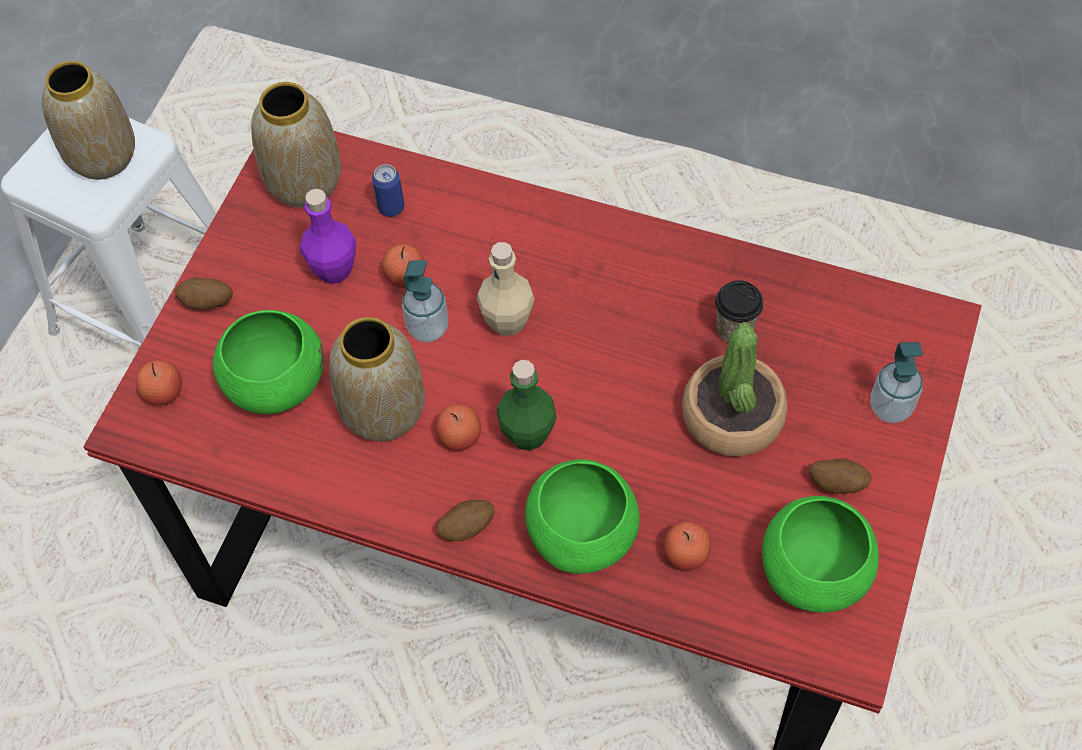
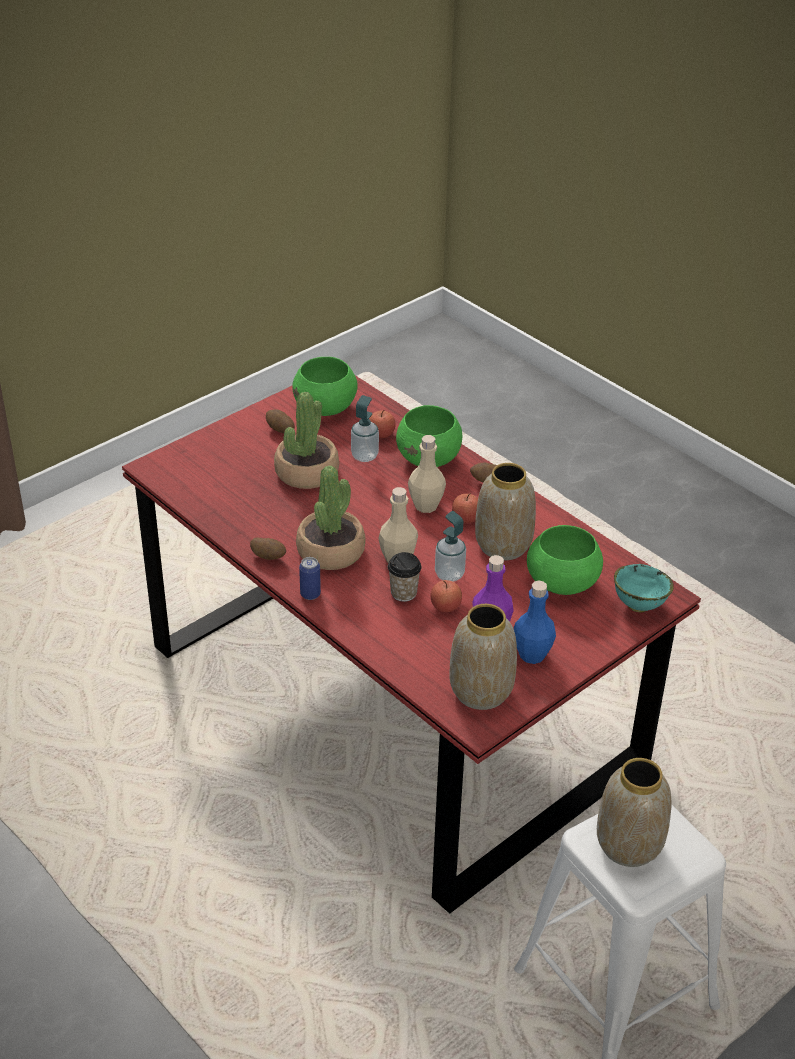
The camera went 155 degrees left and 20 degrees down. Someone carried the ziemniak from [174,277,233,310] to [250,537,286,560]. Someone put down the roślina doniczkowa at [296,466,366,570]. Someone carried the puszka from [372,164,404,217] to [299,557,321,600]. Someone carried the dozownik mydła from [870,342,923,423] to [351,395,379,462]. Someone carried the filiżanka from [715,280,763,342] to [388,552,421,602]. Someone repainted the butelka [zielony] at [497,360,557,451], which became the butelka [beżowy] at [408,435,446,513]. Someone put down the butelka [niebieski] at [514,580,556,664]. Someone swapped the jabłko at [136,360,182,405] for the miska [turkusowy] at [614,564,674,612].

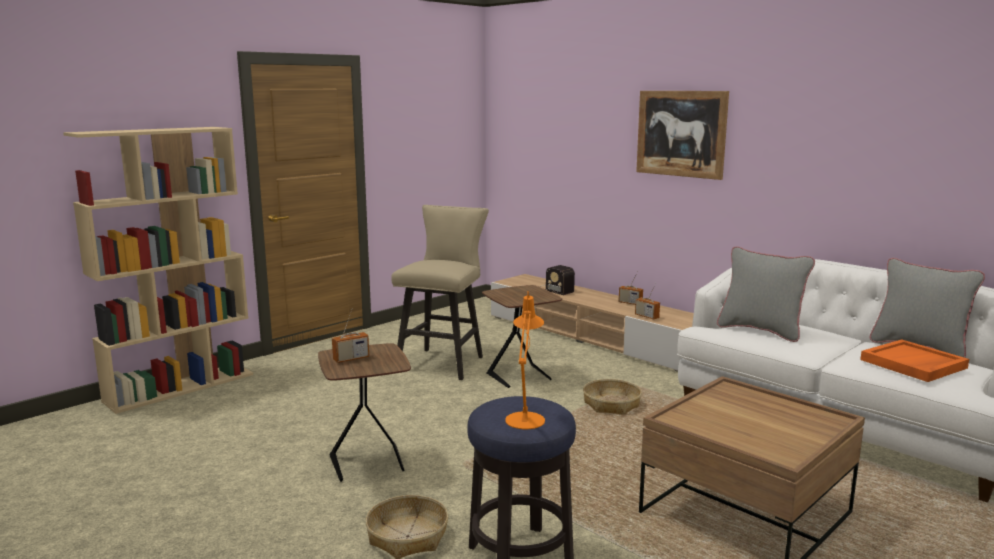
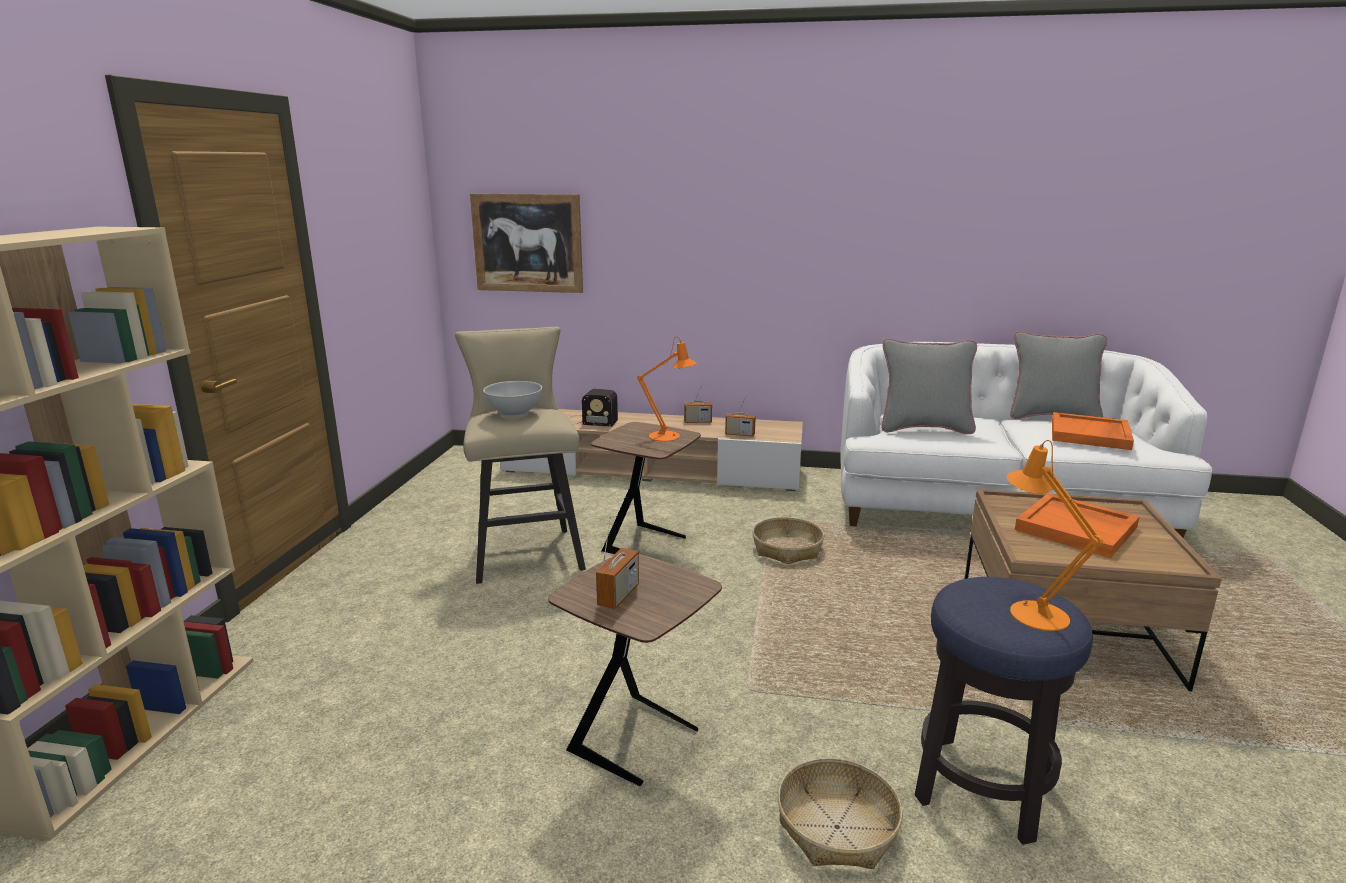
The camera went 35 degrees left and 5 degrees up. Someone carried the obraz from [636,91,729,180] to [470,193,583,293]. Someone put down the miska [biały] at [483,381,542,417]. Someone put down the lampa stołowa [pomarańczowy] at [637,336,697,442]. Someone put down the taca [pomarańczowy] at [1015,493,1139,558].

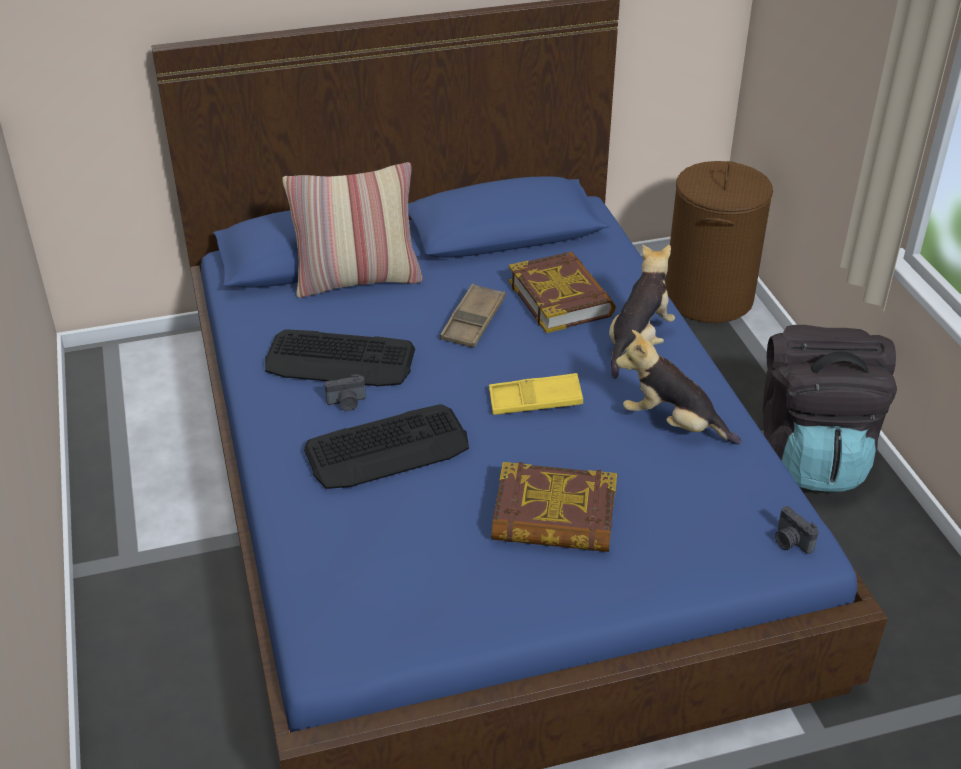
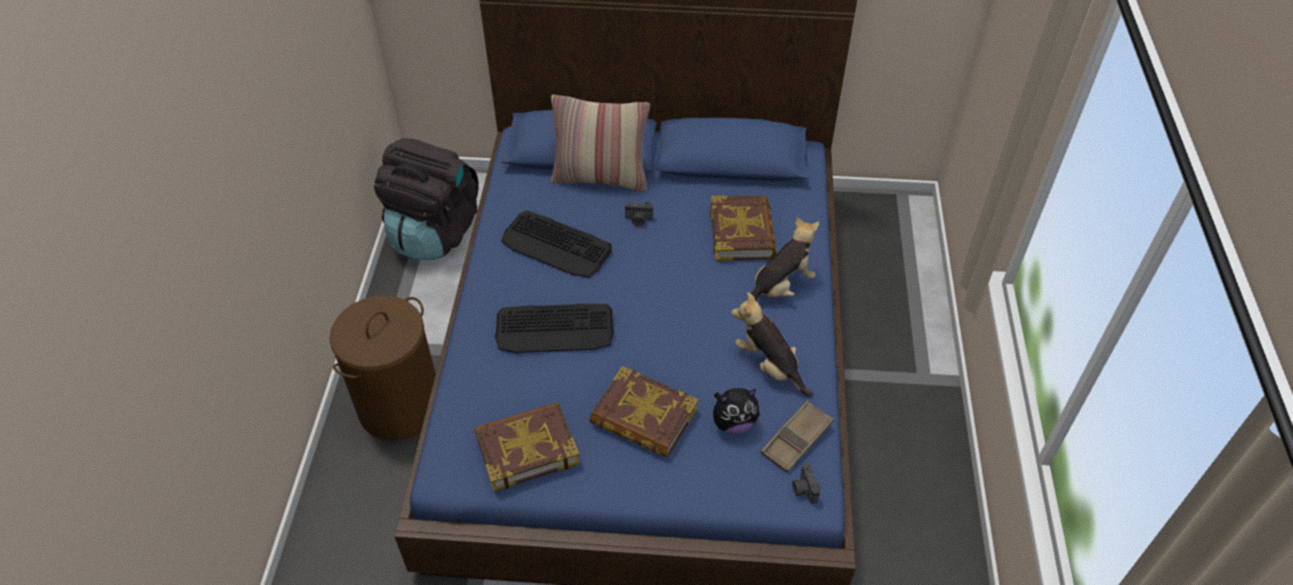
The camera went 20 degrees right and 10 degrees up. Someone carried the kosz na pranie [brązowy] from [665,161,773,323] to [330,295,436,441]. Someone carried the plecak [czarny] from [763,325,897,492] to [374,138,478,260]. Someone put down the książka at [474,402,580,491]. Someone carried the aparat fotograficzny from [325,374,366,411] to [625,202,653,226]. Someone put down the pluszak at [713,388,759,434]. Someone carried the taca [brązowy] from [440,284,505,348] to [761,400,834,473]. Someone took away the taca [żółty] at [489,373,583,415].

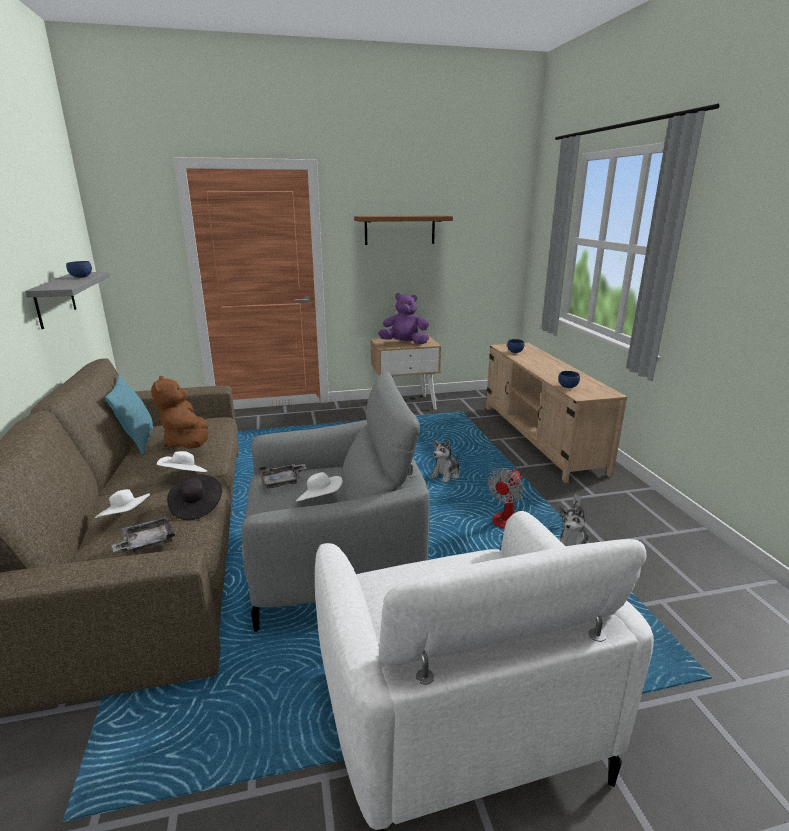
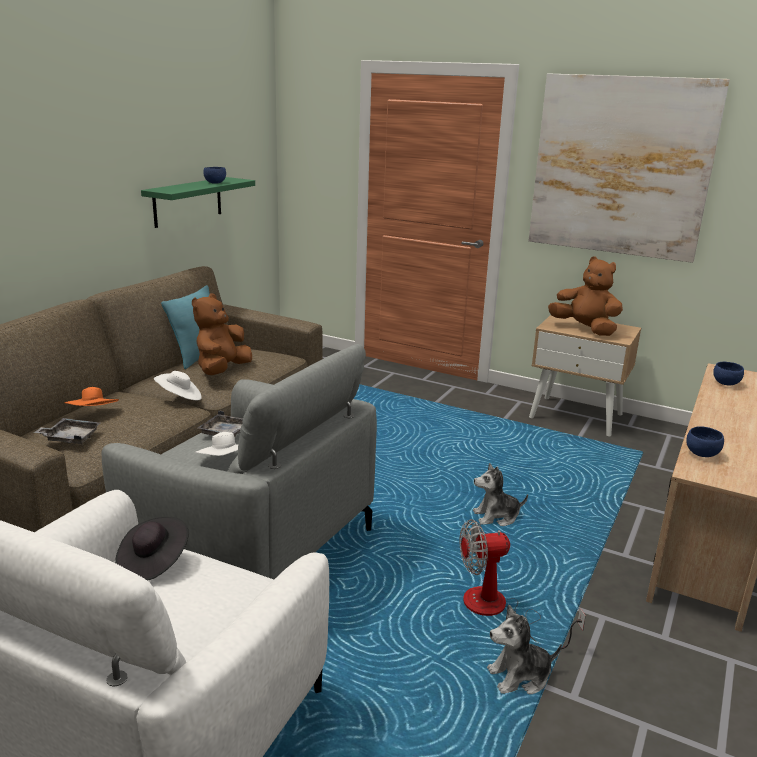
The camera went 40 degrees right and 0 degrees up. Someone repainted the kapelusz [biały] at [95,489,150,518], which became the kapelusz [pomarańczowy] at [64,387,119,406]. Someone carried the kapelusz [czarny] from [167,474,222,520] to [115,517,189,581]. Someone repainted the półka [szary] at [25,272,110,329], which became the półka [zielony] at [141,177,255,228]. Someone swapped the półka [brązowy] at [354,215,453,245] for the obraz at [528,73,730,263]. Someone repainted the pluszak [fioletowy] at [378,293,429,344], which became the pluszak [brązowy] at [548,256,623,336].

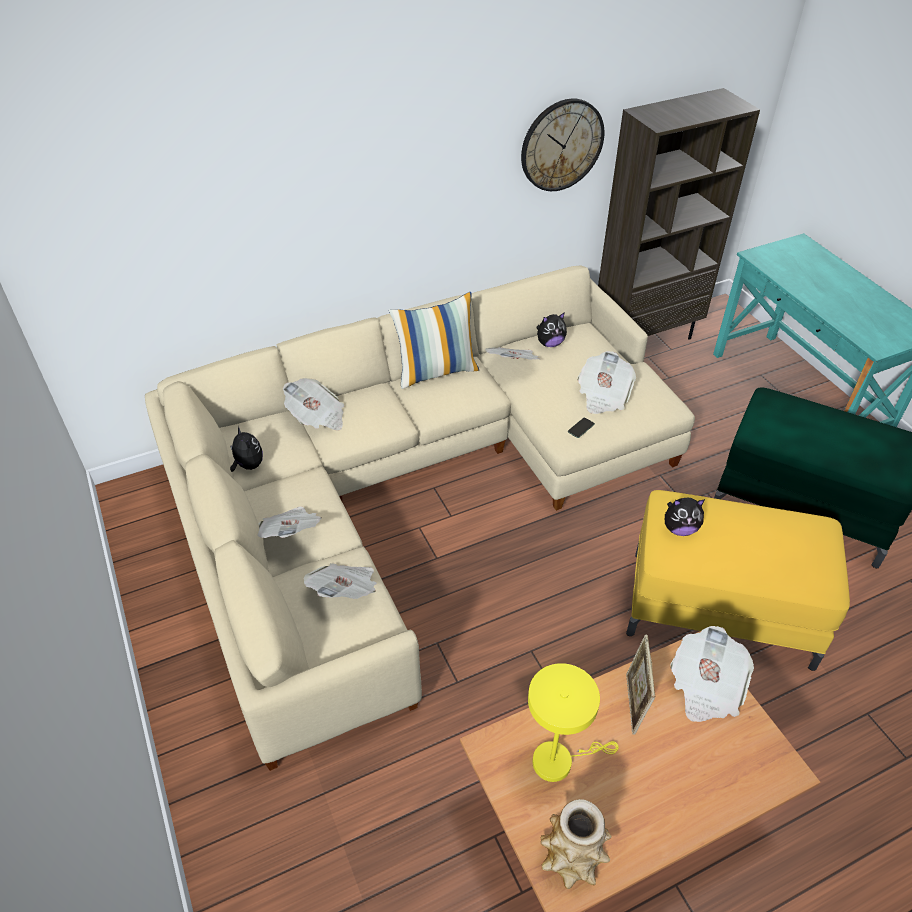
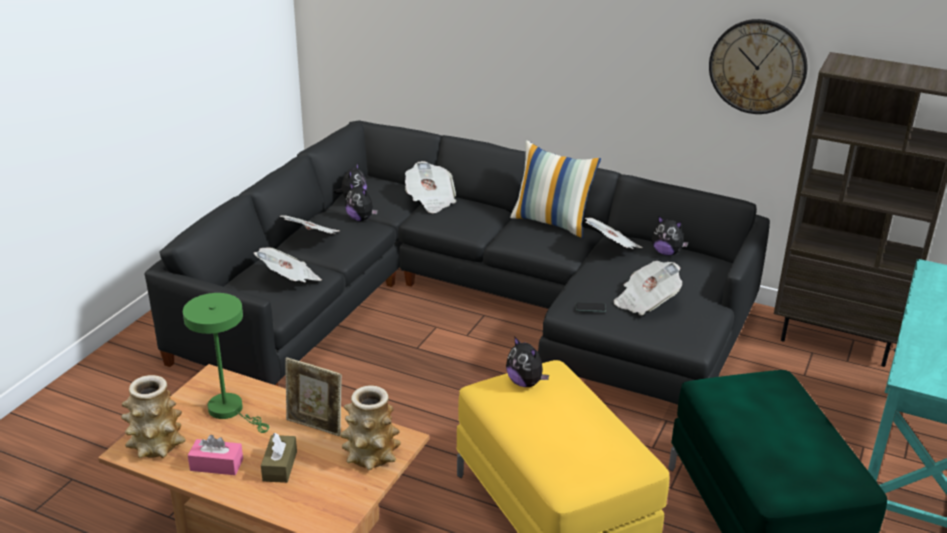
The camera went 50 degrees right and 15 degrees down. Someone repainted the kanapa [beżowy] at [145,266,695,771], which became the kanapa [czarny] at [145,120,770,405]. Someone repainted the lampa stołowa [żółty] at [528,663,619,782], which became the lampa stołowa [zielony] at [183,293,269,433]. Someone put down the pudełko chusteczek [różowy] at [188,435,243,475]. Someone put down the pudełko chusteczek [brązowy] at [261,433,297,483]. Someone rotated the ramka na zdjęcie at [626,635,655,735] by 120 degrees counterclockwise. Someone swapped the gazeta at [670,626,754,722] for the wazon at [340,385,401,470]. Someone put down the pluszak at [345,183,378,221].

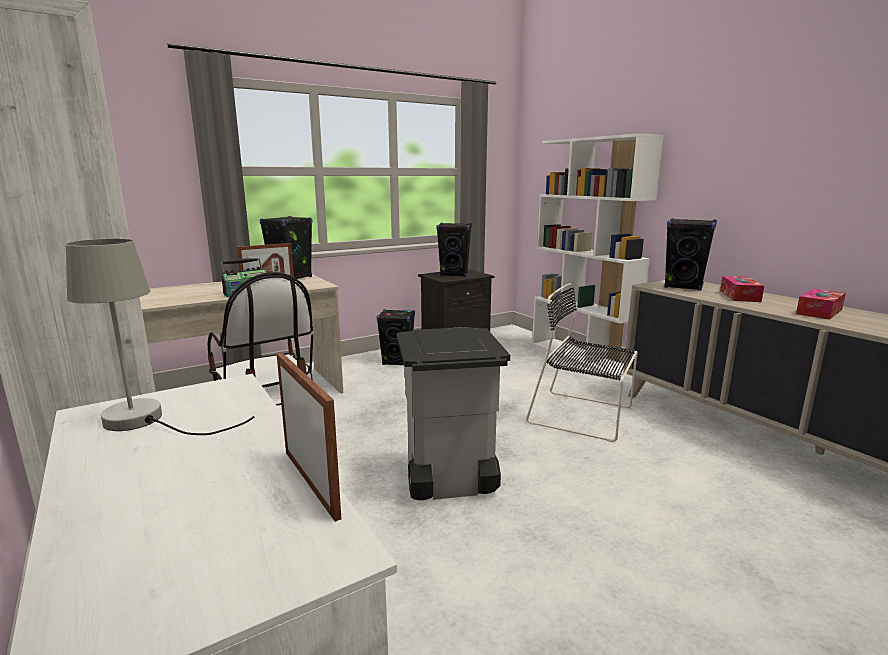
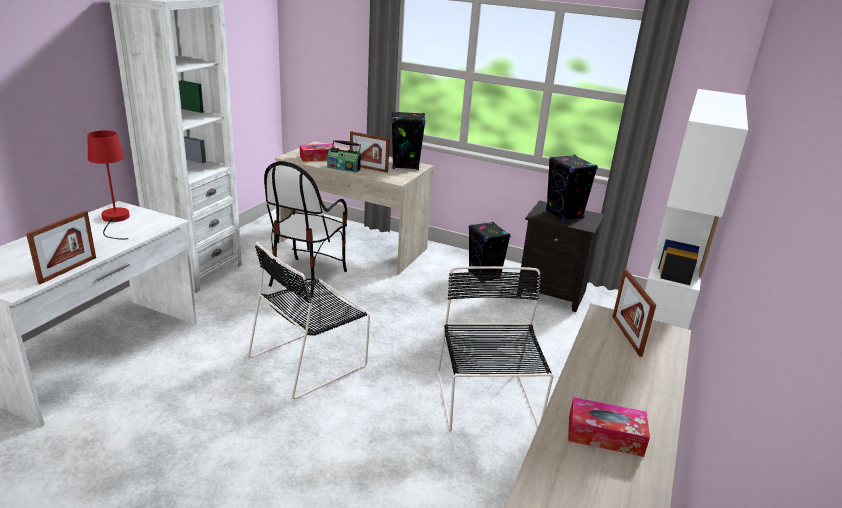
The camera went 55 degrees right and 10 degrees up. Someone repainted the lampa stołowa [szary] at [66,239,255,435], which became the lampa stołowa [czerwony] at [88,130,130,240]. Someone swapped the kosz na śmieci [szary] at [396,327,510,500] for the krzesło [czarny] at [248,242,370,399]. Someone carried the pudełko chusteczek from [720,276,764,302] to [300,144,336,162]. Someone swapped the głośnik [czarny] at [664,218,717,291] for the ramka na zdjęcie at [612,269,656,357].

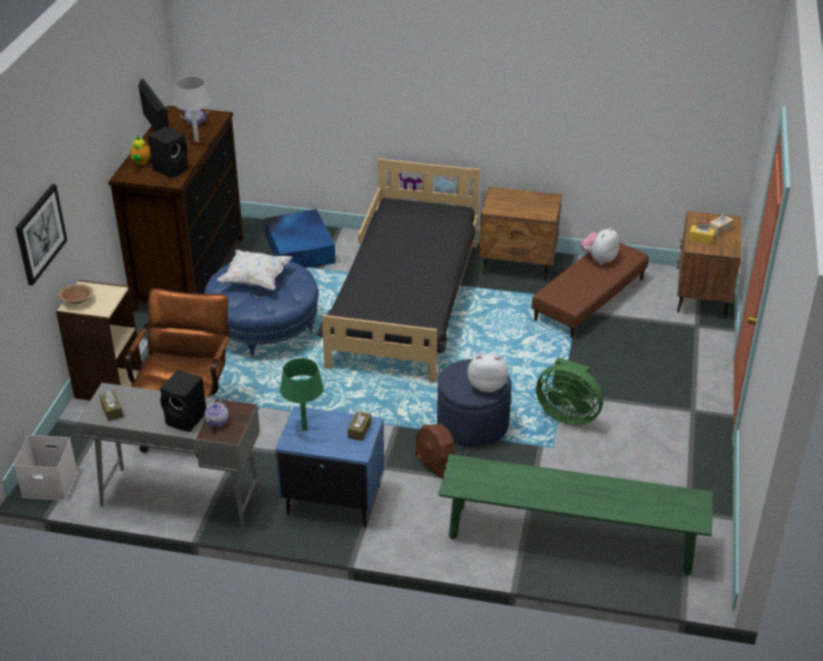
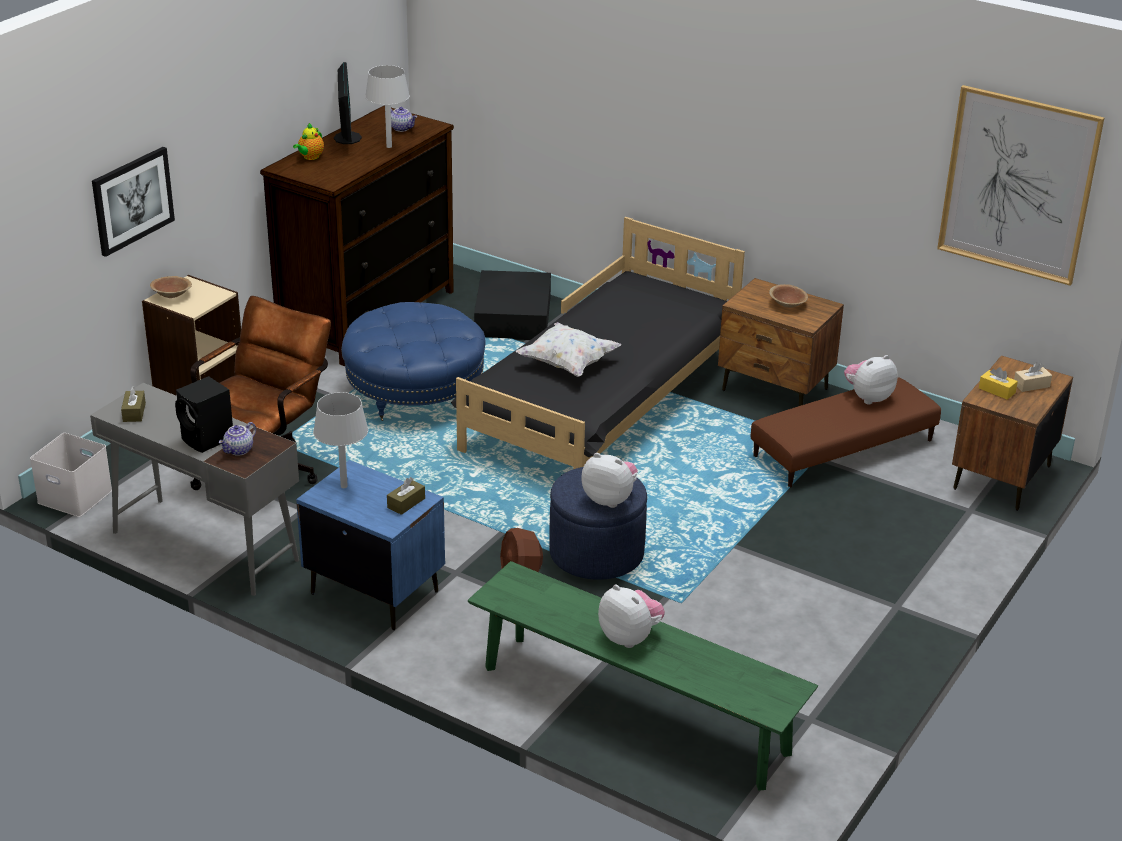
The camera went 20 degrees right and 5 degrees down. Someone repainted the lampa stołowa [zielony] at [280,358,324,431], which became the lampa stołowa [szary] at [313,392,368,488]. Someone repainted the pojemnik do przechowywania [niebieski] at [264,209,336,268], which became the pojemnik do przechowywania [czarny] at [474,270,551,340]. Someone carried the poduszka [biały] from [217,249,292,290] to [516,322,621,377]. Someone put down the pluszak at [598,584,665,648]. Someone put down the miska [brązowy] at [769,284,808,308]. Someone put up the obraz at [937,85,1104,286]. Someone took away the głośnik [czarny] at [148,126,188,178]. Someone took away the wentylator [zielony] at [536,357,603,426].

